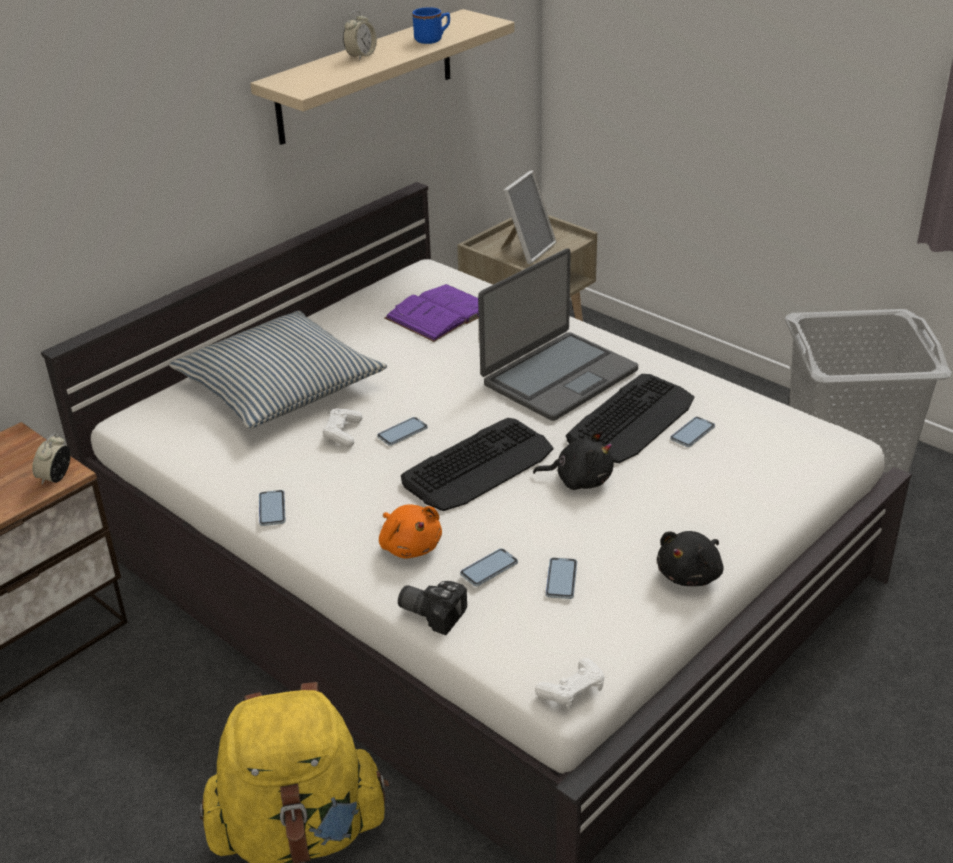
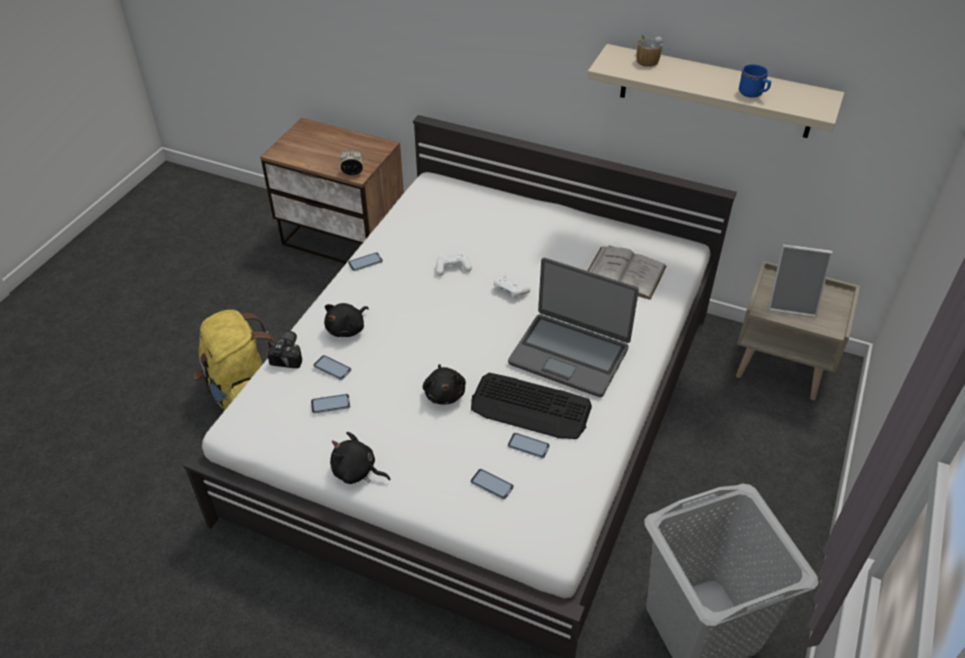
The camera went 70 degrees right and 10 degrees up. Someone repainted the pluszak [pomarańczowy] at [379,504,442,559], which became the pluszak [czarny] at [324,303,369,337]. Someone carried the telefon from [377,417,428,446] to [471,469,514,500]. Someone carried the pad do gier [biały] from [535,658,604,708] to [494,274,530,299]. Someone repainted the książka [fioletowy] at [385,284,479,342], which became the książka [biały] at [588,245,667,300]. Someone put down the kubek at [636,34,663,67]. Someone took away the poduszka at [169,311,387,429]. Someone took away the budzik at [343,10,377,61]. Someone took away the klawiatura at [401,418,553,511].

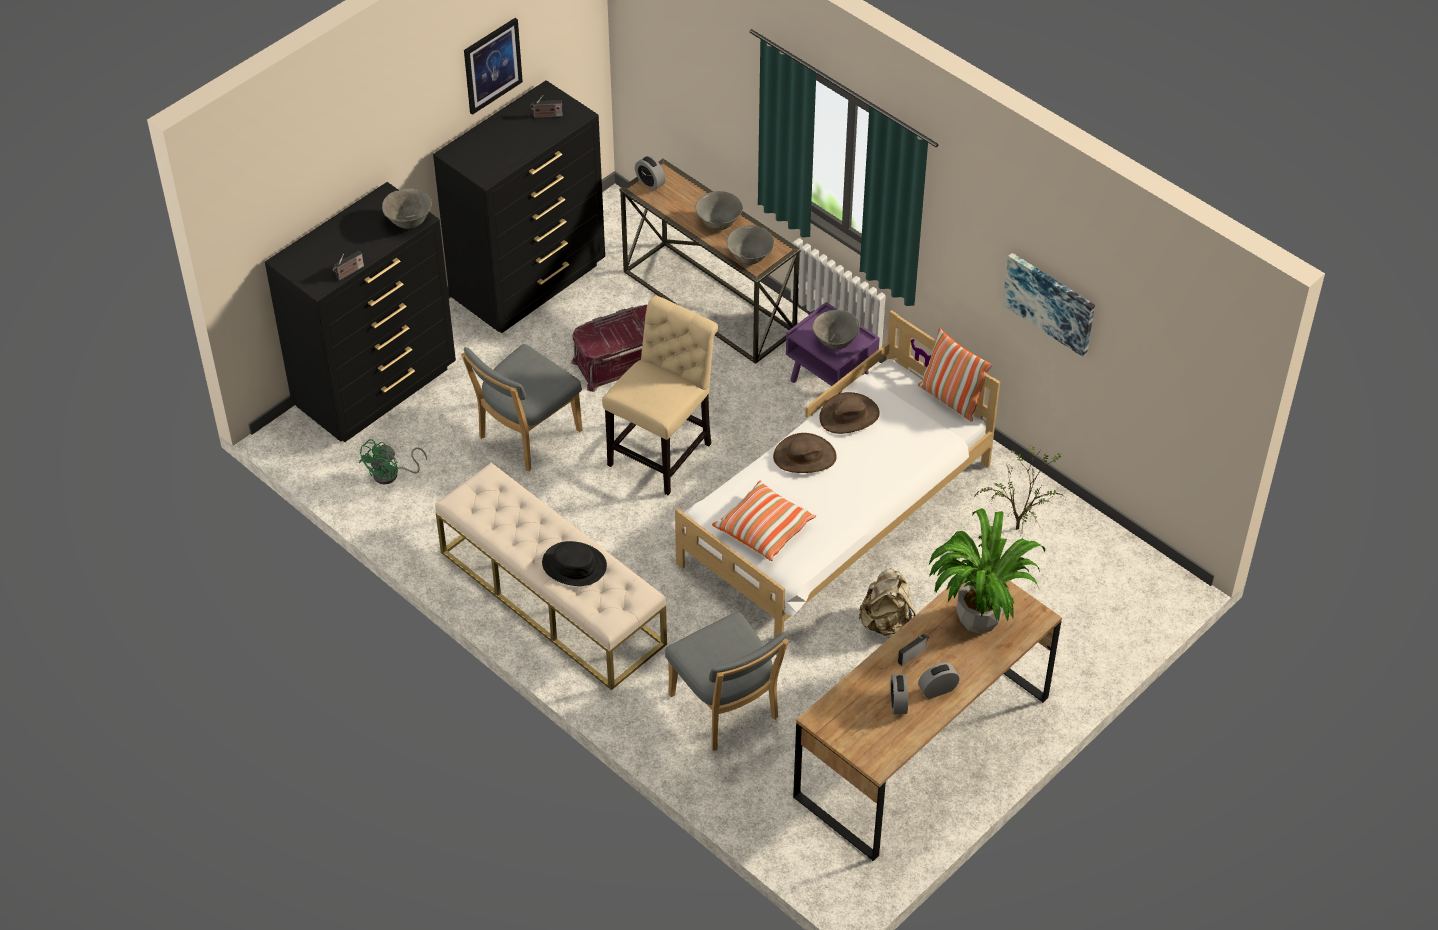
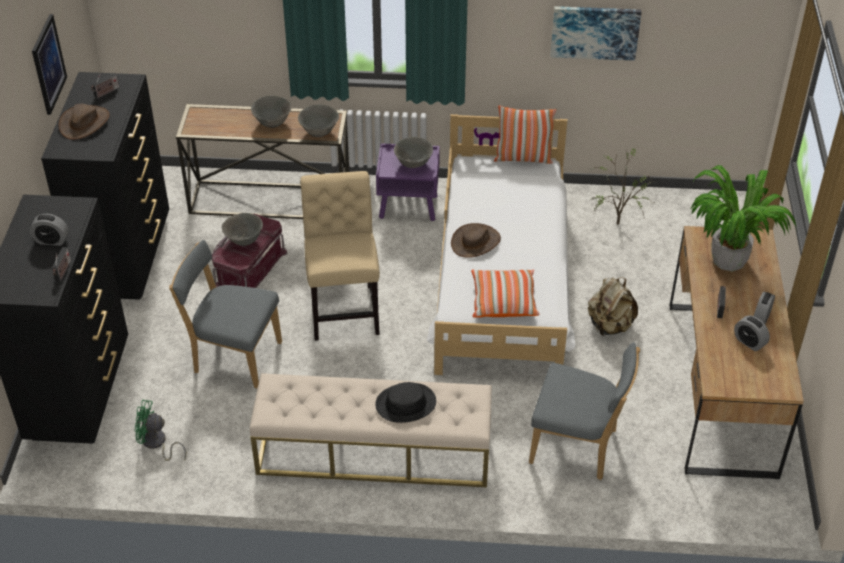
The camera went 40 degrees left and 5 degrees down. Someone carried the budzik from [635,156,666,191] to [30,214,68,246]. Someone carried the kapelusz [brązowy] from [819,392,880,434] to [58,104,110,140]. Someone rotated the wentylator [zielony] at [359,439,427,484] by 105 degrees clockwise. Someone rotated the krzesło [szary] at [461,344,582,472] by 105 degrees clockwise. Someone carried the miska [szary] from [382,189,432,229] to [222,213,263,246].

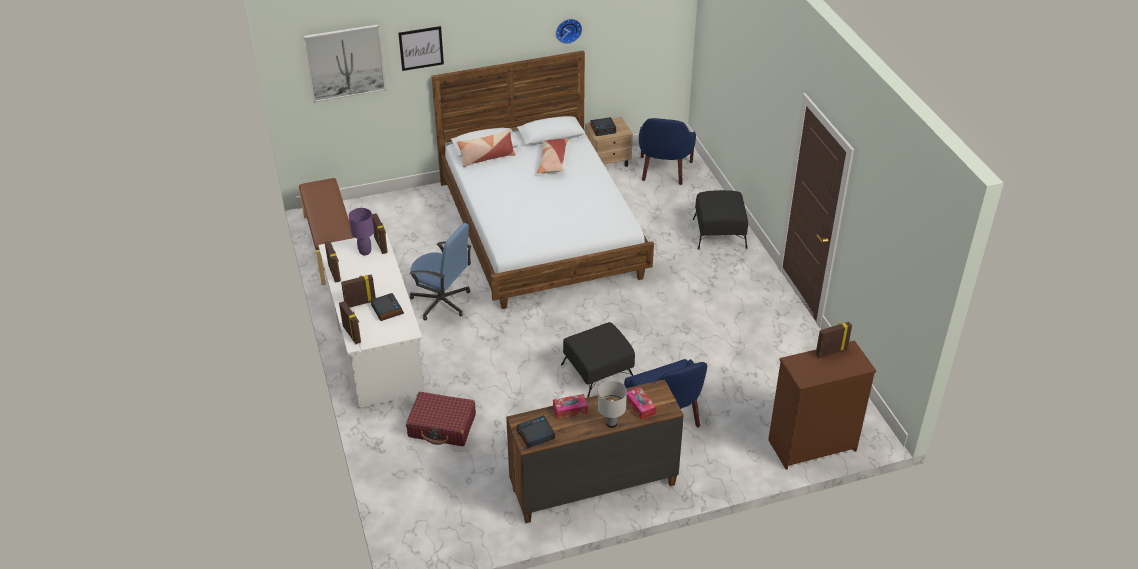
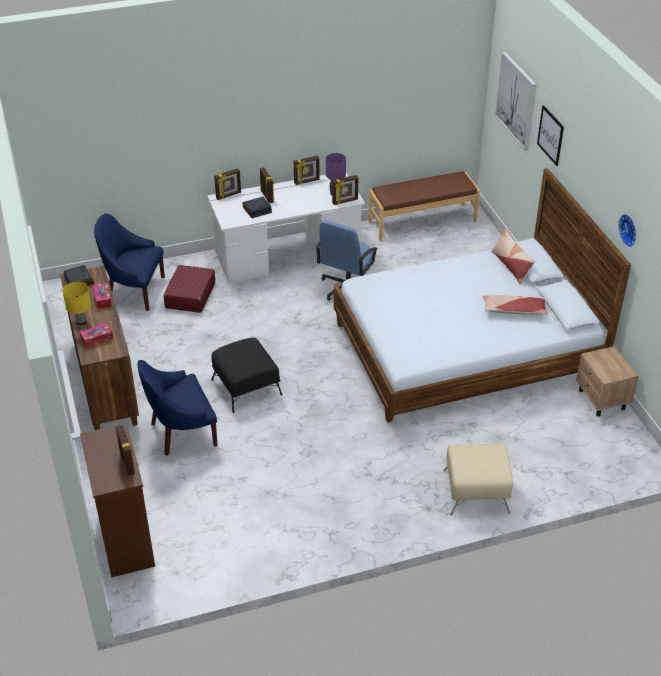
The camera went 90 degrees right and 0 degrees up. Someone repainted the lampa stołowa [biały] at [598,381,627,428], which became the lampa stołowa [żółty] at [62,282,91,325]. Someone carried the fotel [niebieski] from [639,118,696,185] to [94,214,165,311]. Someone repainted the pufa [czarny] at [693,190,748,250], which became the pufa [beżowy] at [444,444,513,515]. Someone took away the budzik at [591,117,616,136].

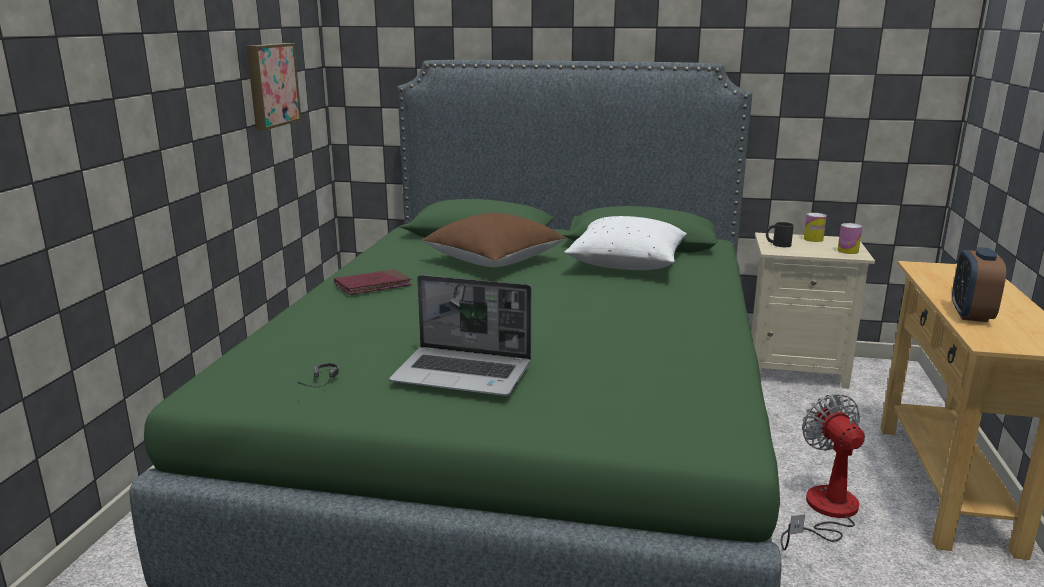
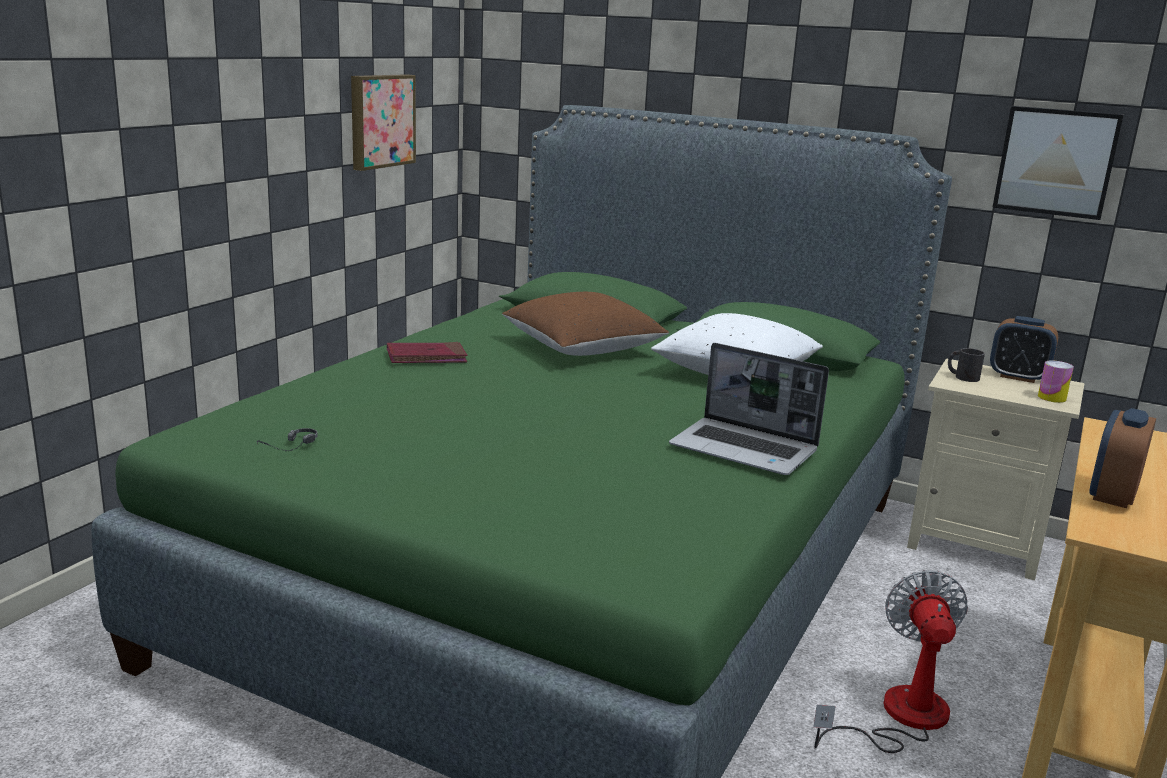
The camera went 15 degrees right and 0 degrees up. Someone carried the laptop from [389,275,531,396] to [669,343,829,475]. Someone swapped the puszka at [804,213,827,242] for the budzik at [990,316,1058,383]. Someone put up the obraz at [992,106,1124,220].

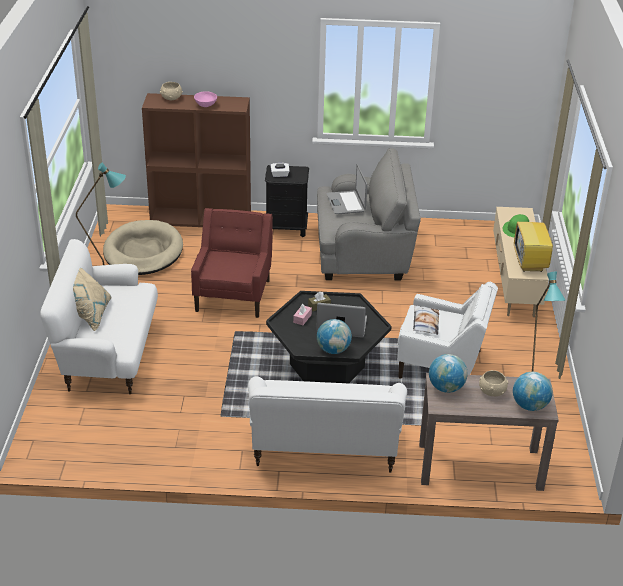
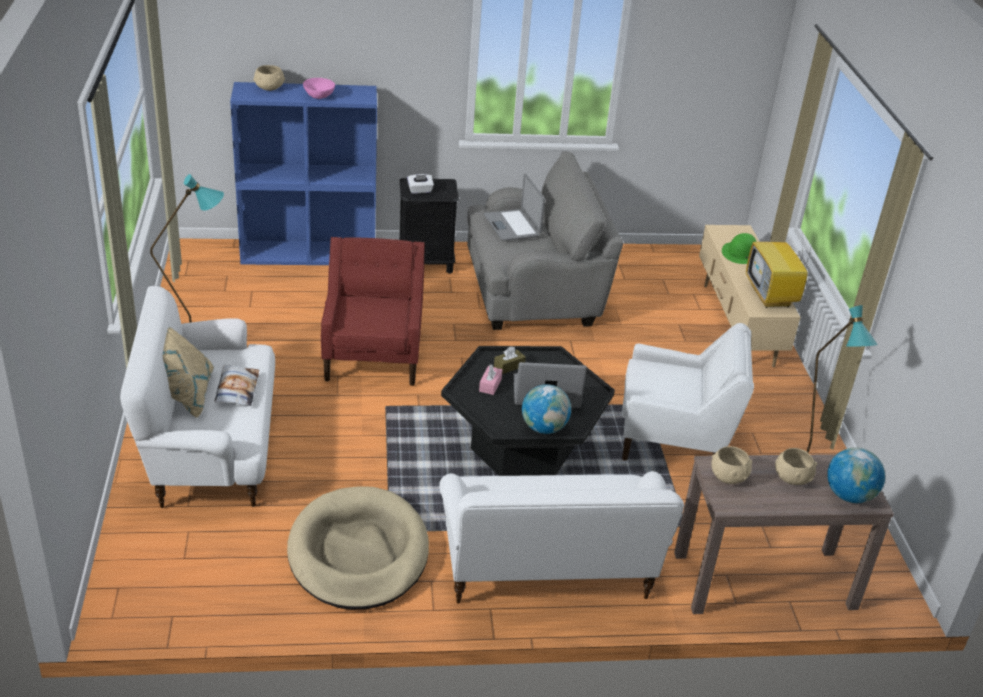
The camera went 10 degrees left and 0 degrees up. Someone carried the poduszka from [413,305,439,335] to [214,364,259,406]. Someone repainted the regał [brązowy] at [142,93,251,227], which became the regał [niebieski] at [230,82,377,265]. Someone carried the legowisko [beżowy] from [103,220,183,275] to [287,486,429,610]. Someone swapped the globus at [429,354,468,393] for the miska [beżowy] at [711,446,752,484].

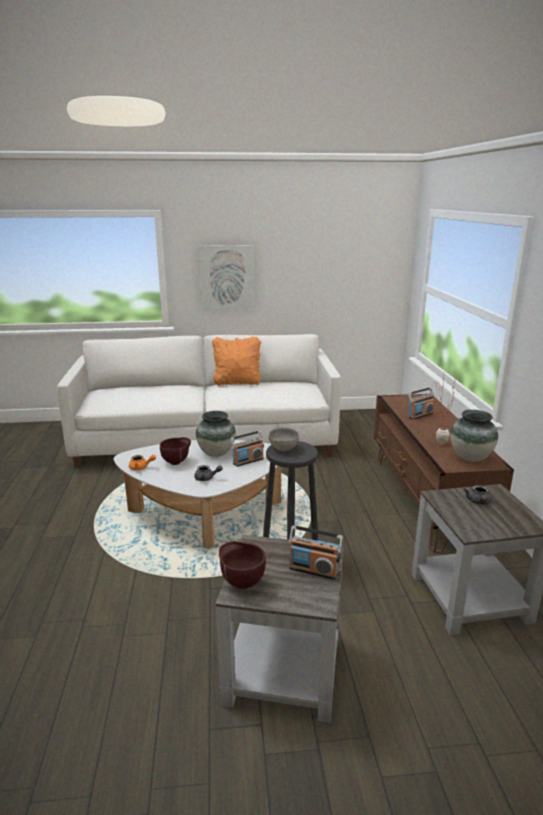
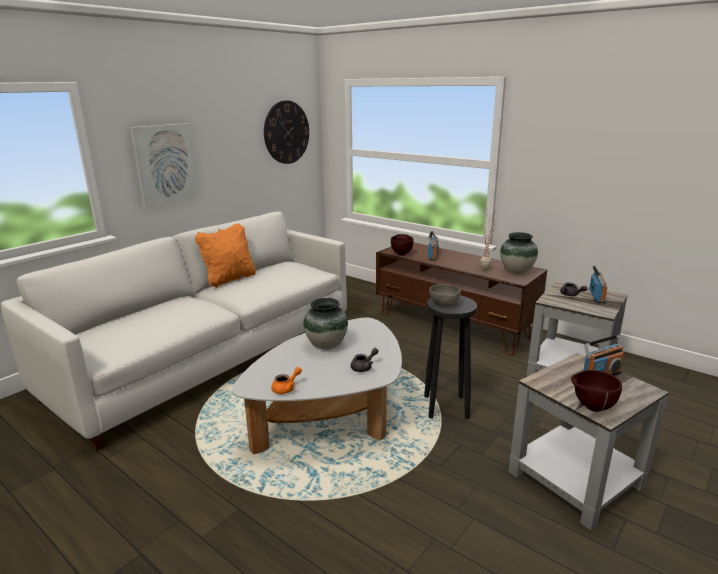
The camera went 45 degrees left and 0 degrees up. Someone put up the zegar ścienny at [264,100,309,164]. Someone carried the miska [brązowy] from [160,437,191,465] to [391,234,414,256]. Someone carried the radio from [230,431,264,467] to [589,265,607,303].

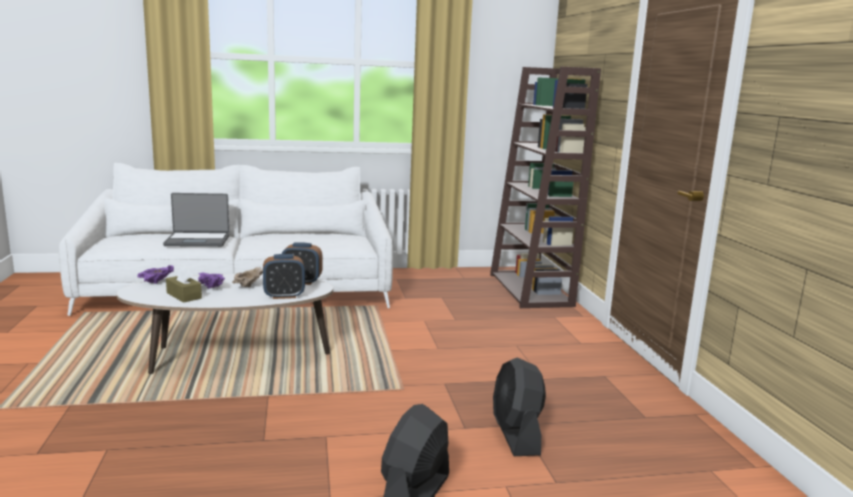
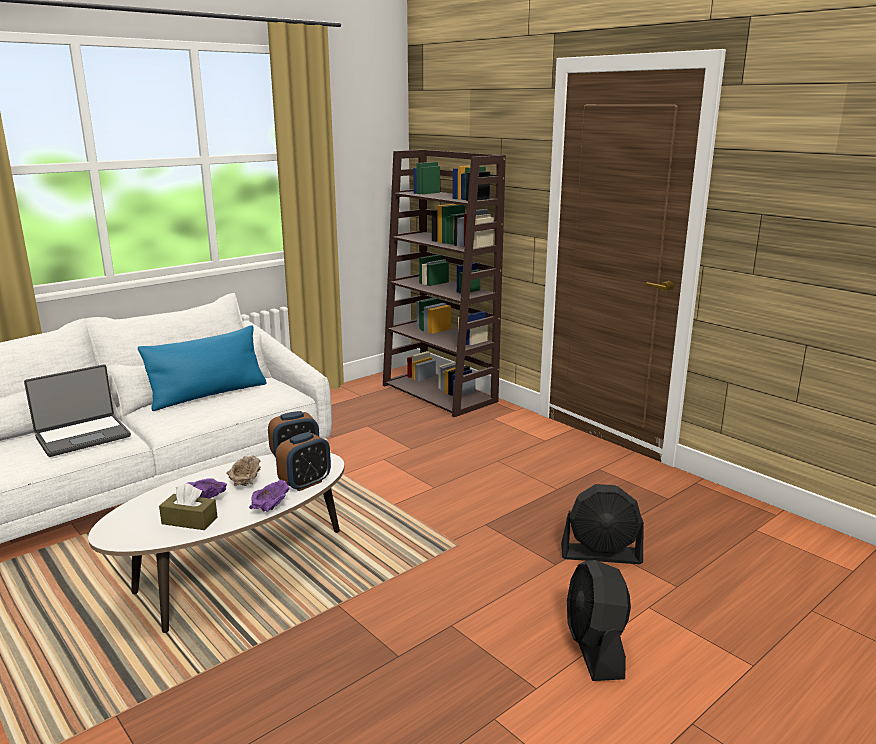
The camera went 30 degrees left and 5 degrees up. Someone put down the poduszka [niebieski] at [138,325,267,411]. Someone carried the miska [fioletowy] from [138,265,174,284] to [249,480,290,512]. Someone rotated the wentylator [czarny] at [493,357,546,456] by 45 degrees counterclockwise.

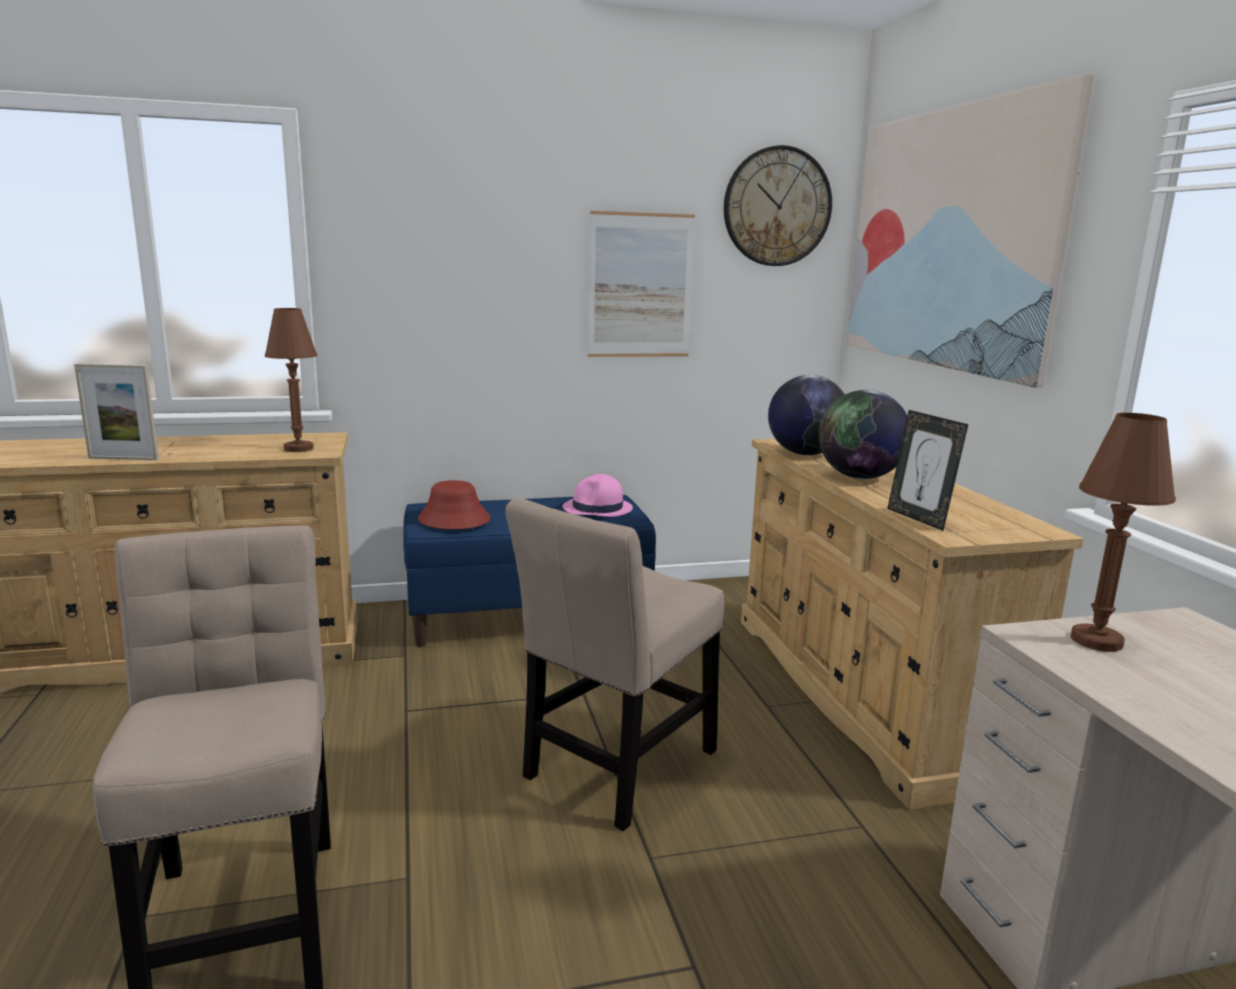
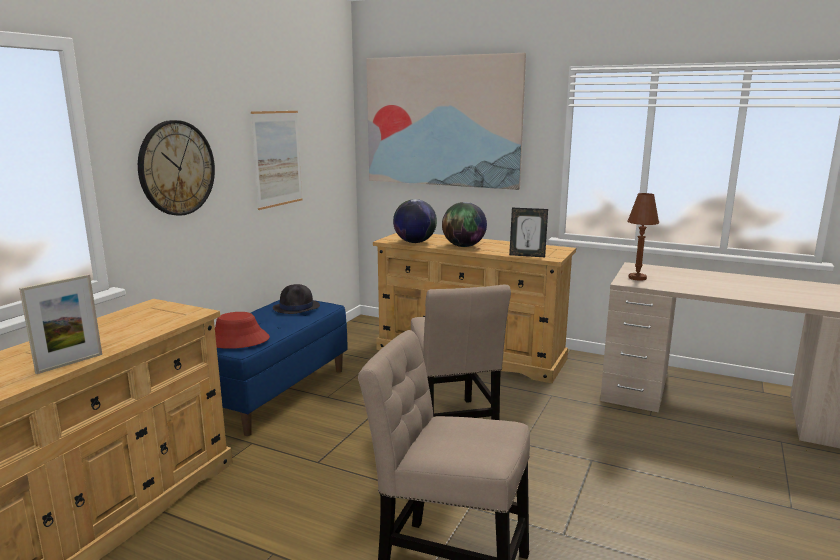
The camera went 50 degrees left and 0 degrees up. Someone carried the zegar ścienny from [724,145,832,266] to [138,120,215,216]. Someone repainted the kapelusz [różowy] at [563,474,633,517], which became the kapelusz [czarny] at [273,284,320,314]. Someone took away the lampa stołowa [brązowy] at [265,308,318,452].

